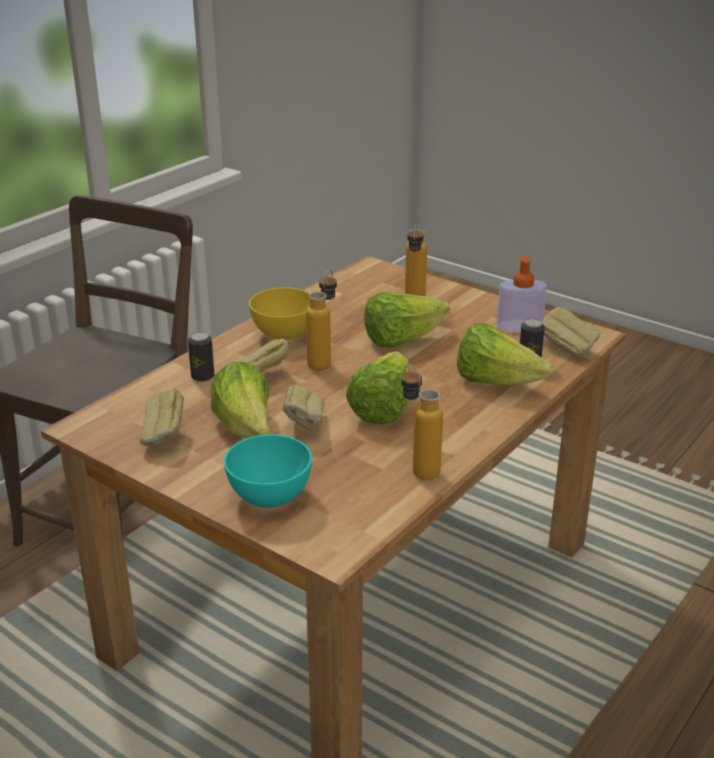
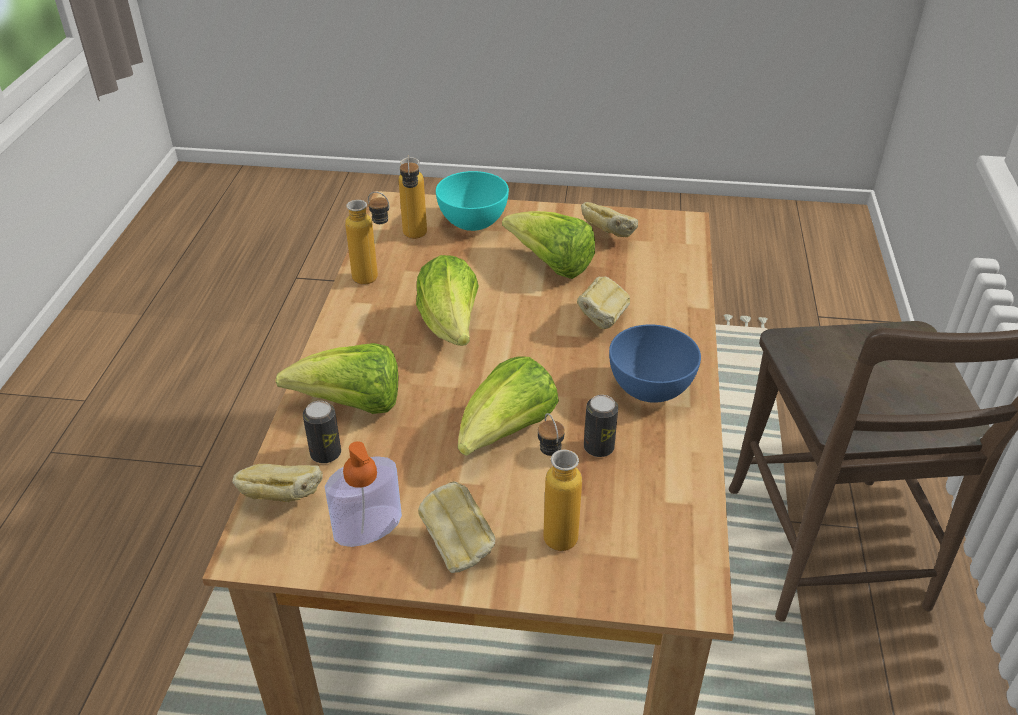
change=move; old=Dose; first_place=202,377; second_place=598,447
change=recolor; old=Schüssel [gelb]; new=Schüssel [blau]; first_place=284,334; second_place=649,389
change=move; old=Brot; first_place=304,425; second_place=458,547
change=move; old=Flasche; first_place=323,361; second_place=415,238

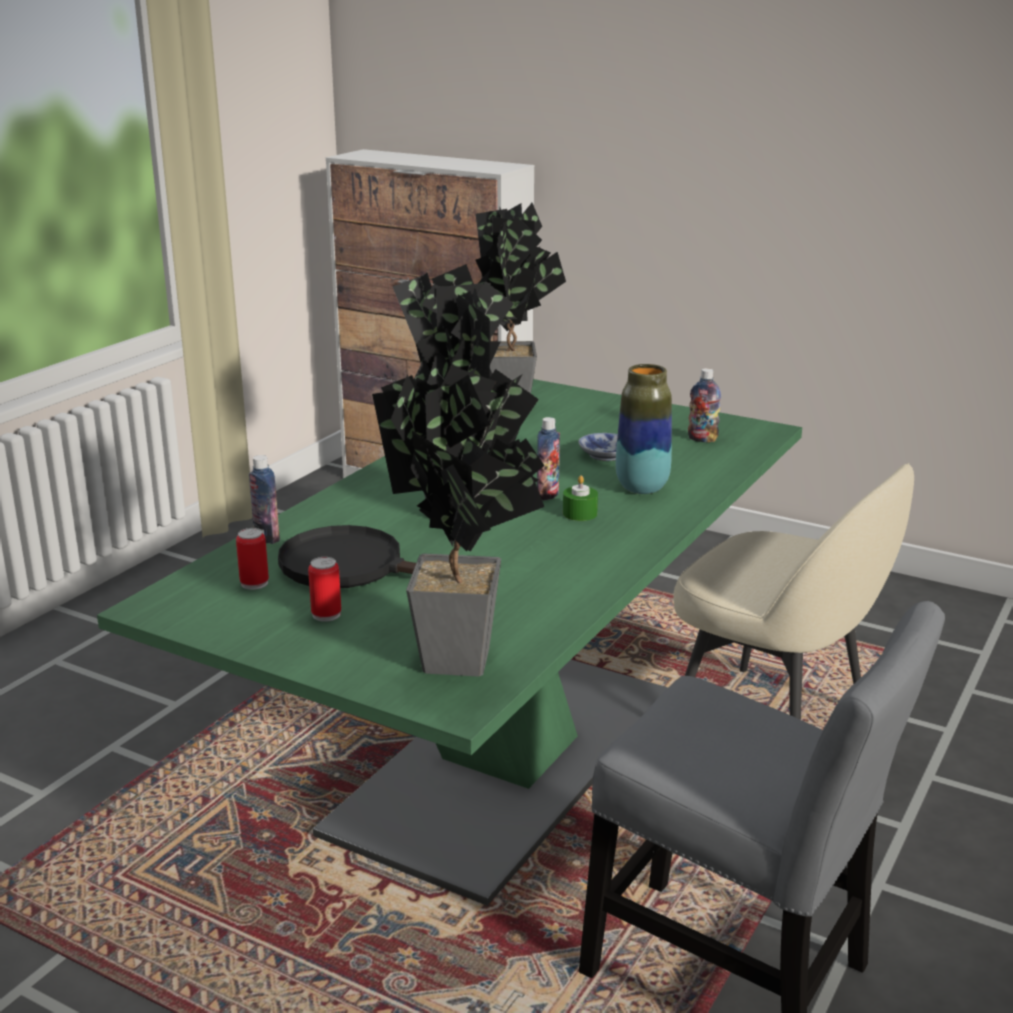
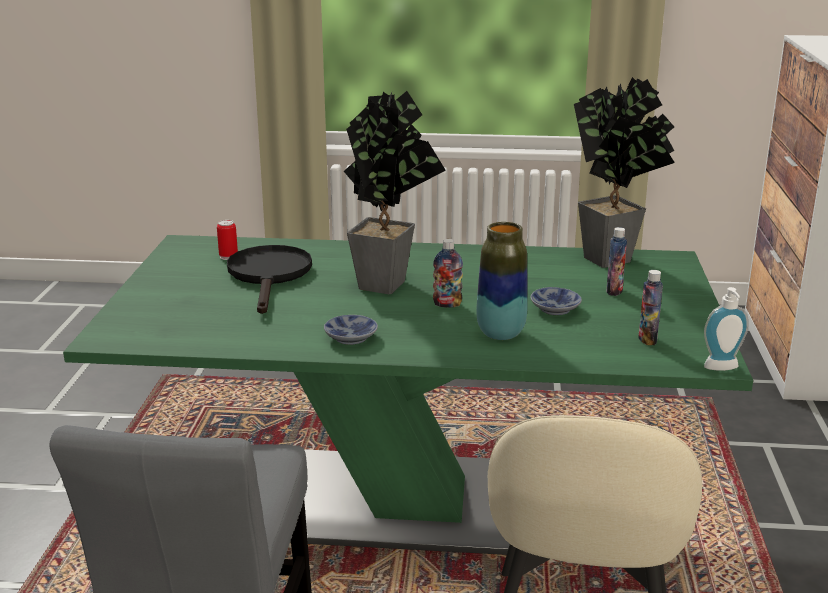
change=move; old=Flasche; first_place=266,538; second_place=614,291
change=delete; old=Dose; first_place=326,614
change=delete; old=Topfpflanze; first_place=467,664
change=delete; old=Kerze [grün]; first_place=580,513
change=insert; new=Schüssel; second_place=351,339
change=insert; new=Seifenspender; second_place=722,368

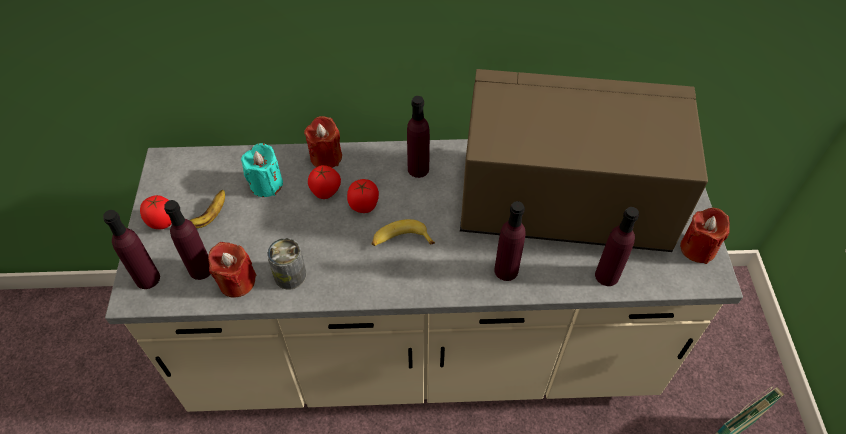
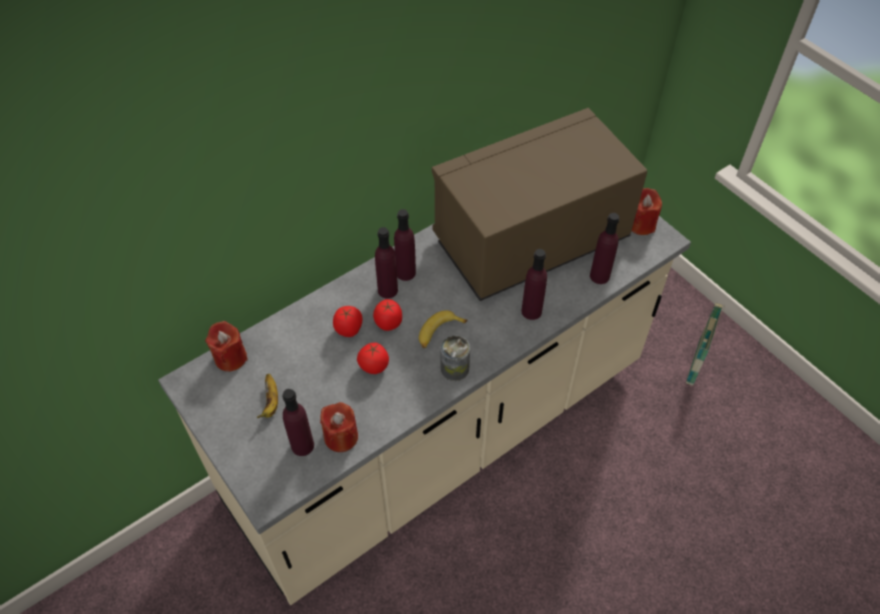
change=move; old=Flasche [lila]; first_place=147,278; second_place=387,290
change=move; old=Tomate; first_place=162,221; second_place=374,366
change=delete; old=Kerze [türkis]; first_place=266,184
change=move; old=Dose; first_place=290,275; second_place=454,368
change=move; old=Kerze [rot]; first_place=326,157; second_place=230,358

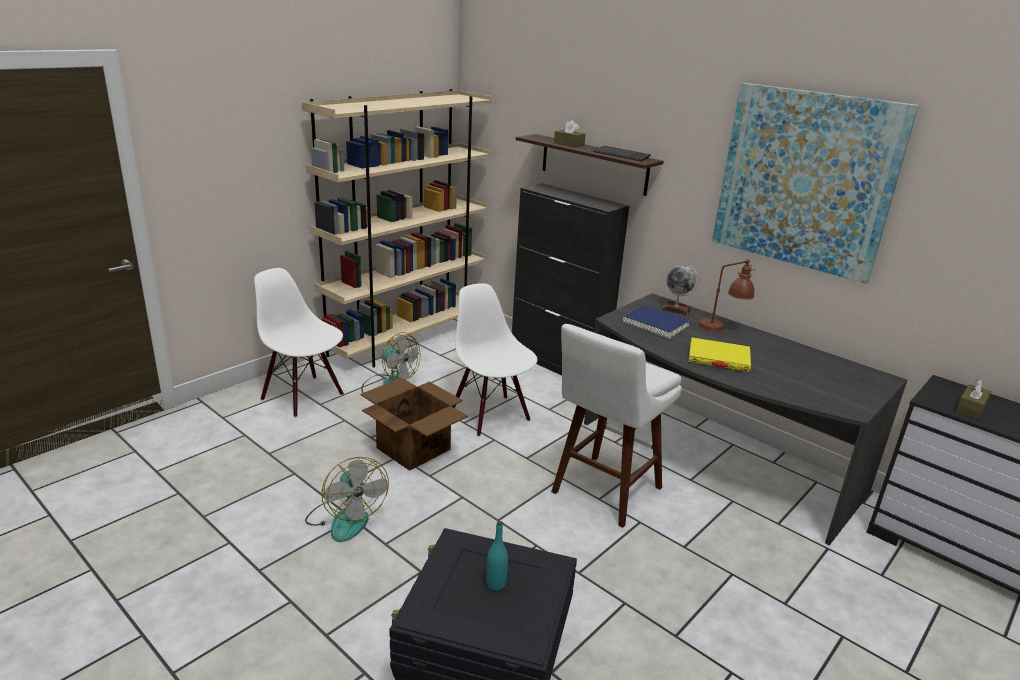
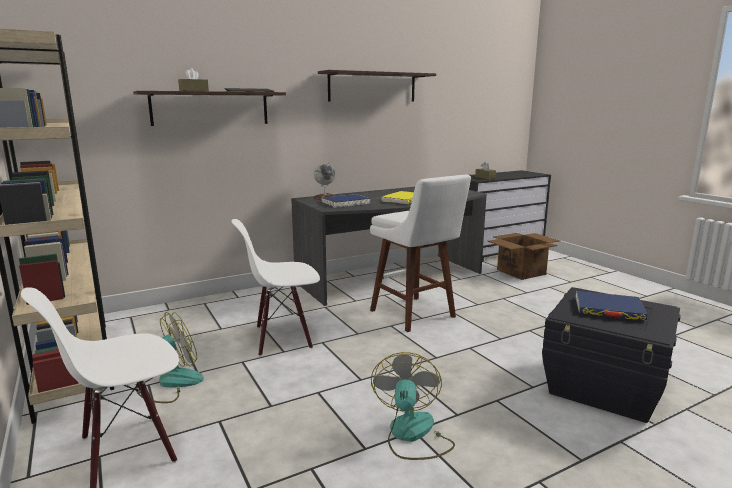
change=rotate; old=Ventilator; first_place=345,518; second_place=412,435; degrees=-75
change=move; old=Karton; first_place=413,448; second_place=520,272
change=replace; old=Flasche [türkis]; new=Buch [blau]; first_place=496,584; second_place=608,309
change=delete; old=Schrank [schwarz]; first_place=558,364
change=delete; old=Tischlampe [braun]; first_place=722,329
change=replace; old=Bild; new=Wandregal; first_place=805,180; second_place=372,87

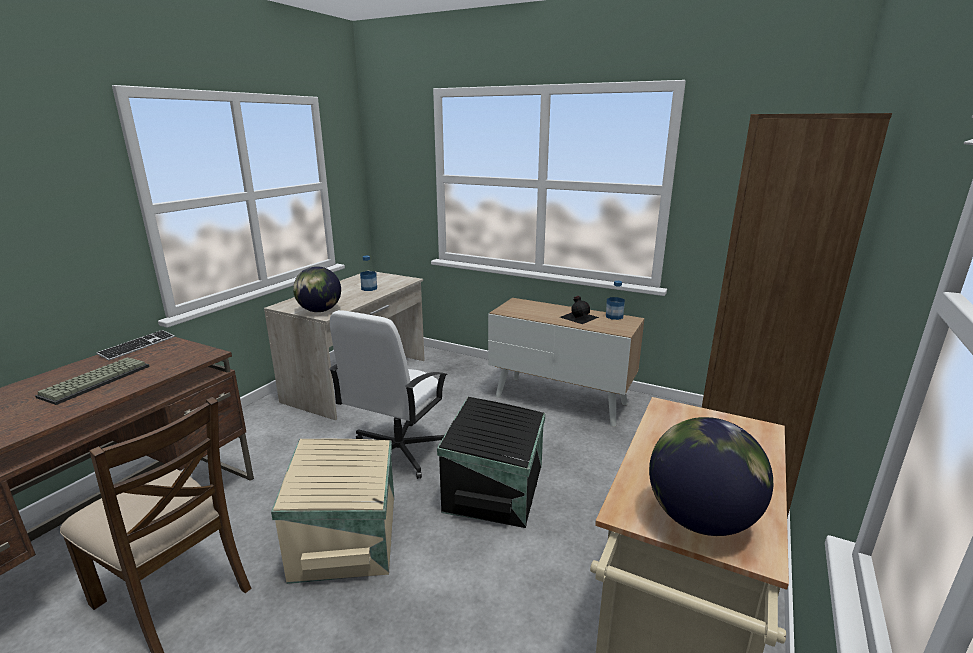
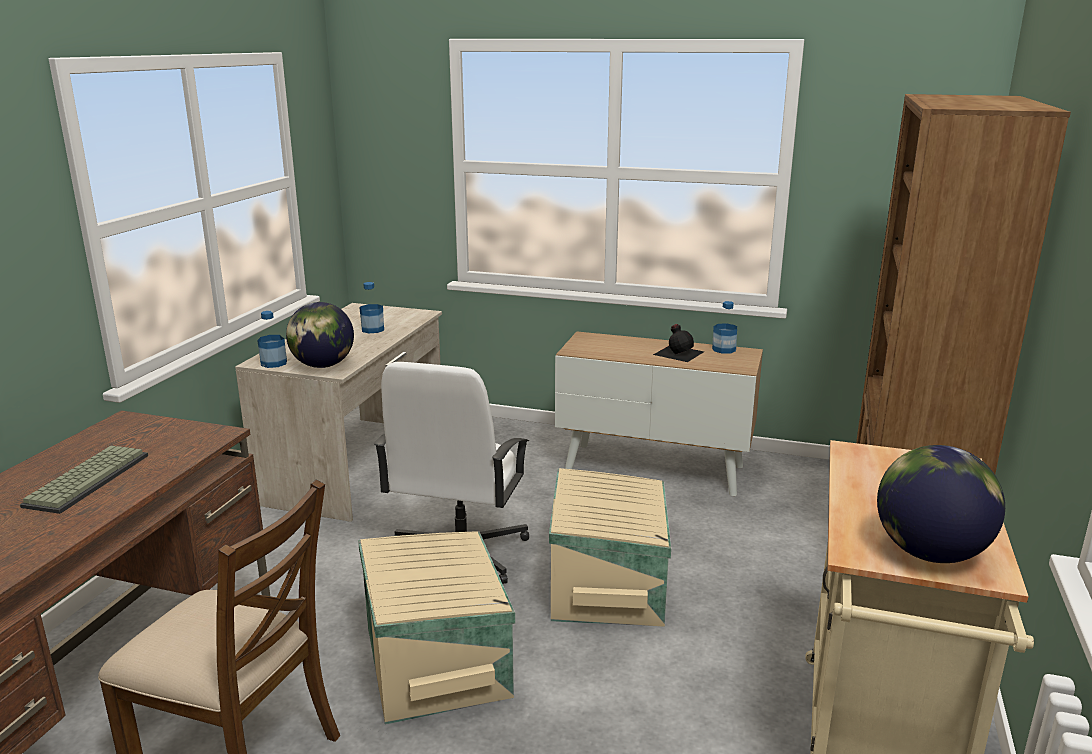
change=delete; old=Tastatur; first_place=137,346
change=recolor; old=Aufbewahrungsbox [schwarz]; new=Aufbewahrungsbox [beige]; first_place=496,487; second_place=610,584
change=insert; new=Flasche; second_place=274,363

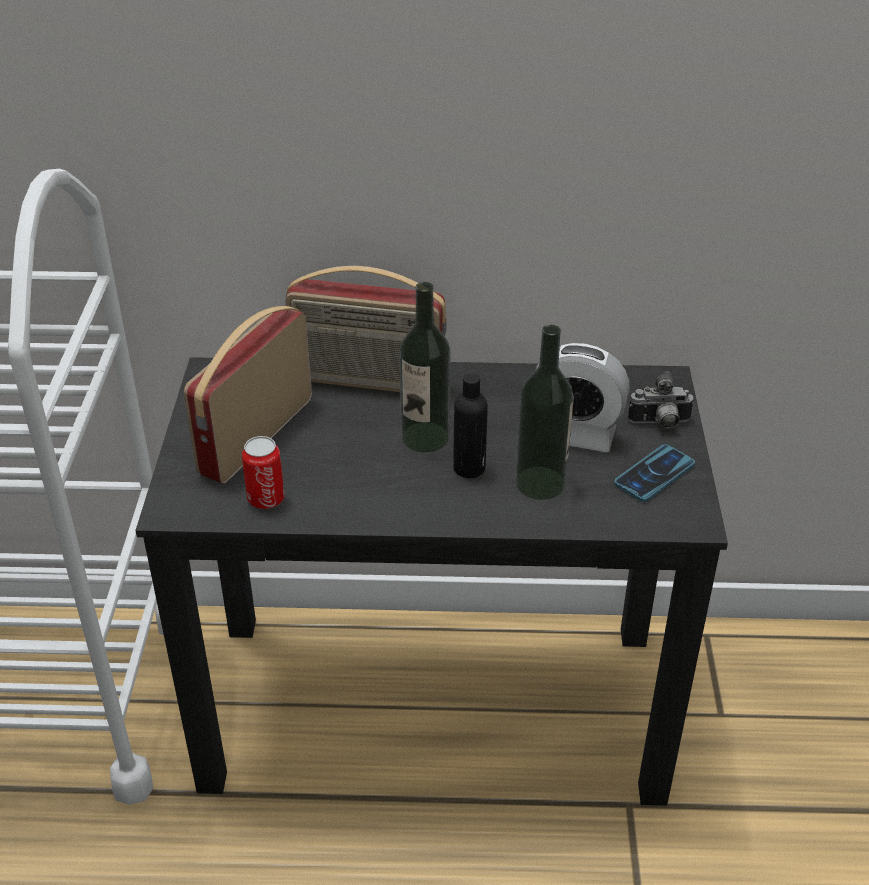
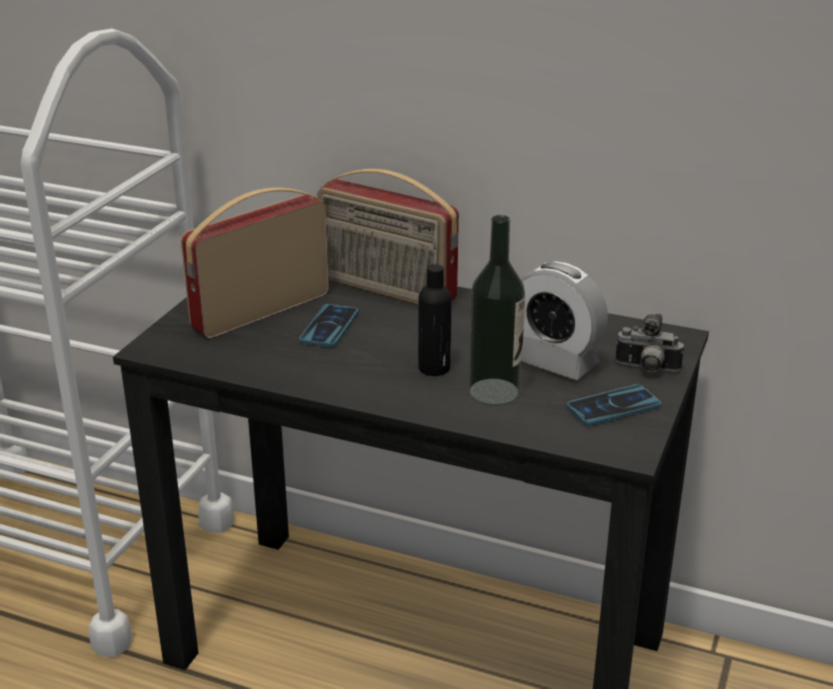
change=delete; old=Dose; first_place=266,499
change=delete; old=Flasche; first_place=425,437
change=insert; new=Handy; second_place=329,327

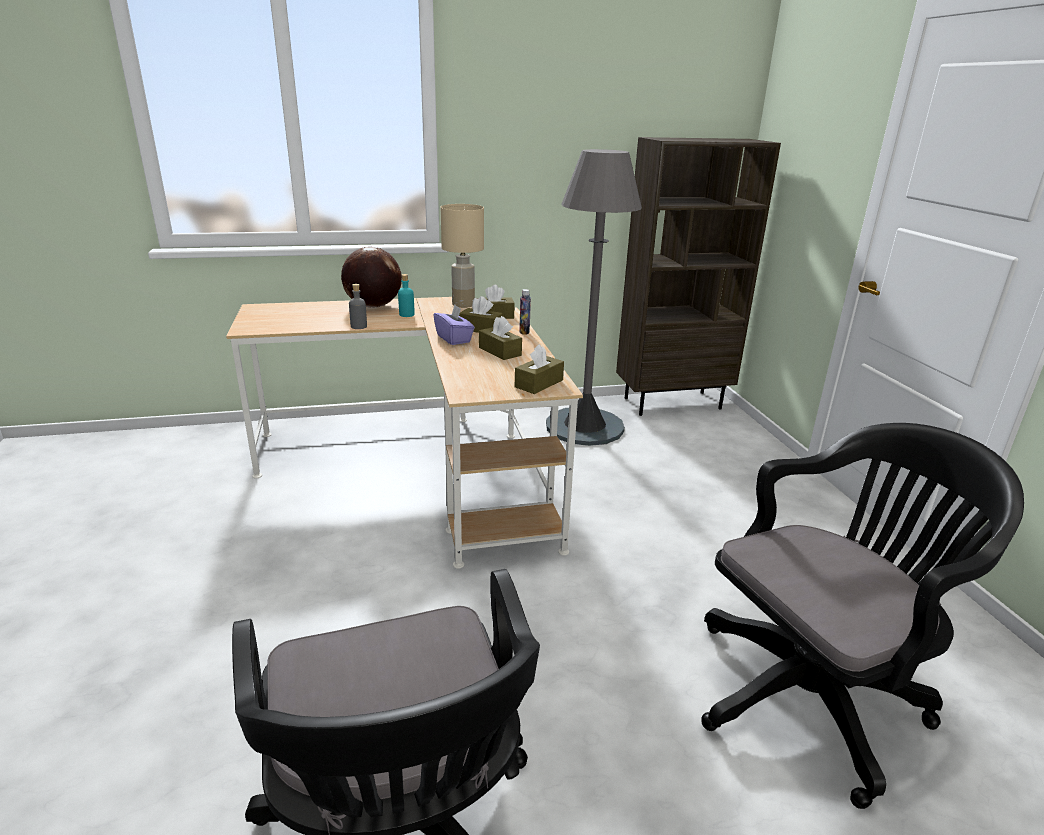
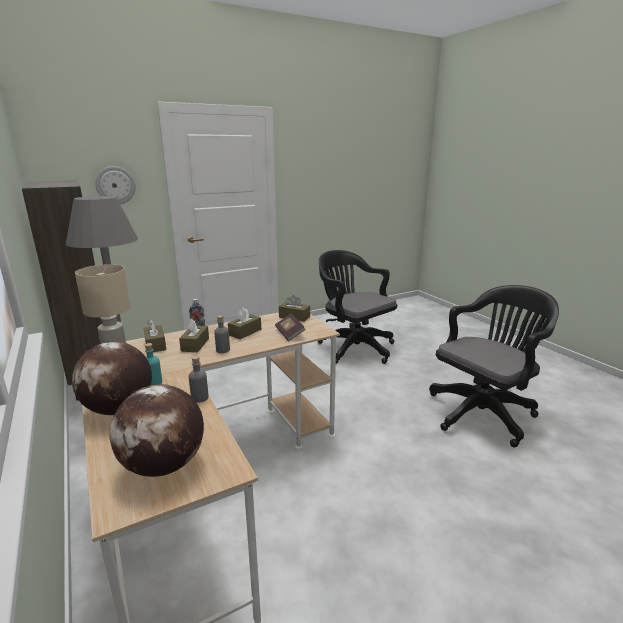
change=replace; old=Taschentuchbox [lila]; new=Flasche [grau]; first_place=454,339; second_place=223,350
change=insert; new=Wanduhr; second_place=115,185
change=insert; new=Globus; second_place=164,465
change=insert; new=Buch; second_place=290,334

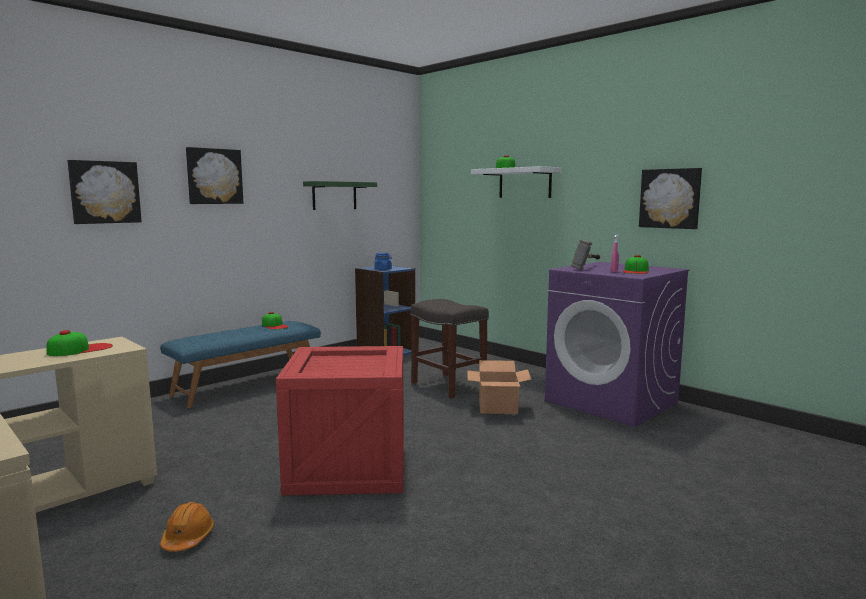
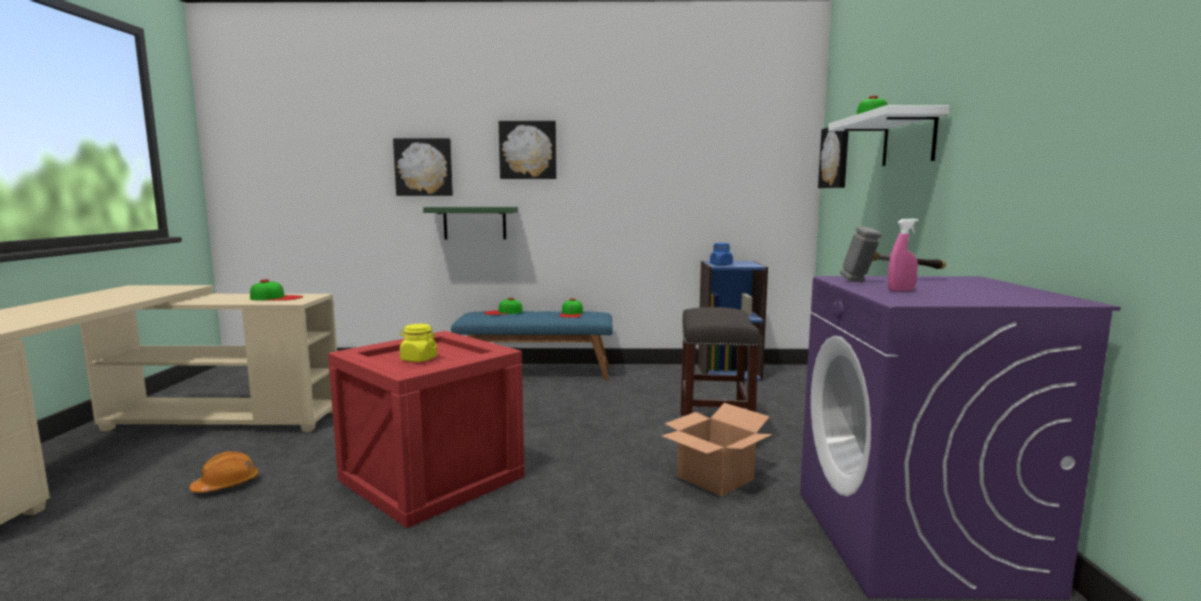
change=move; old=Wandregal [grün]; first_place=334,195; second_place=474,223
change=move; old=Kappe; first_place=636,271; second_place=503,312
change=move; old=Bild; first_place=670,198; second_place=836,157
change=insert; new=Vorratsglas [gelb]; second_place=418,359

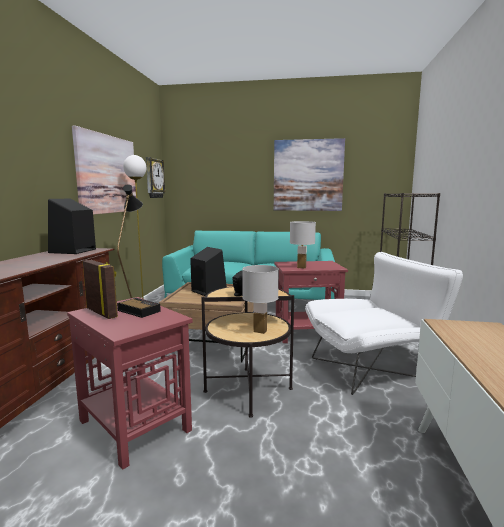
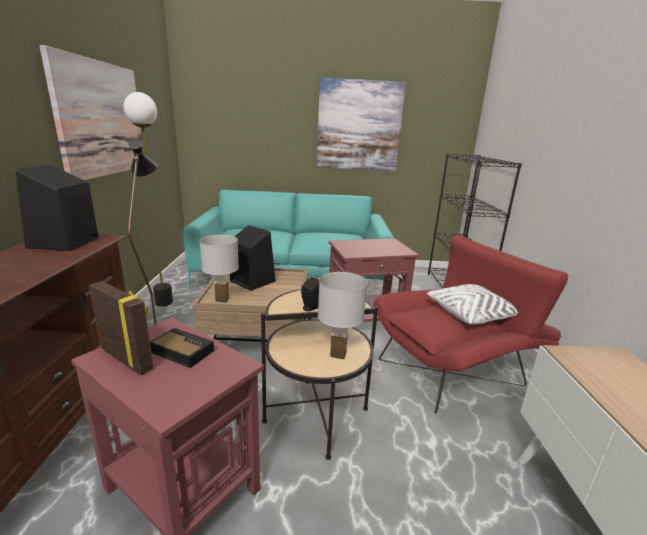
change=delete; old=Wanduhr; first_place=154,178
change=move; old=Tischlampe [weiß]; first_place=301,267; second_place=221,300
change=recolor; old=Sessel [weiß]; new=Sessel [rot]; first_place=381,366; second_place=455,368
change=insert; new=Kissen [weiß]; second_place=471,314

